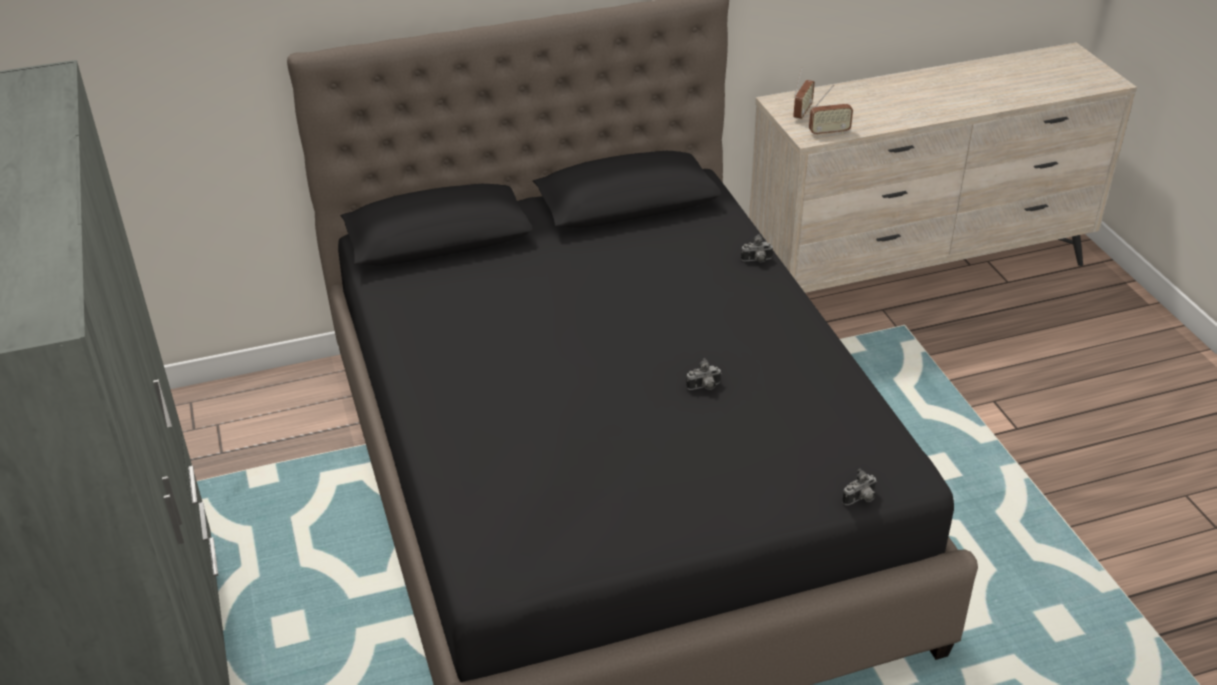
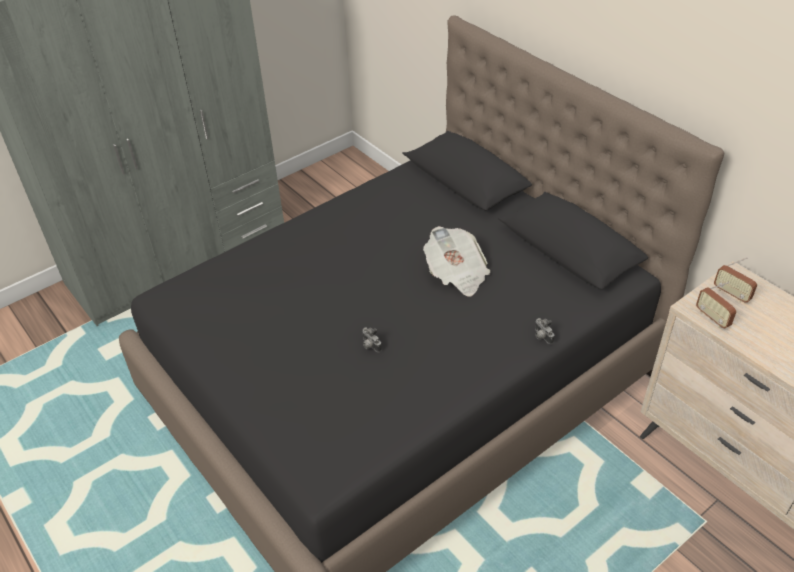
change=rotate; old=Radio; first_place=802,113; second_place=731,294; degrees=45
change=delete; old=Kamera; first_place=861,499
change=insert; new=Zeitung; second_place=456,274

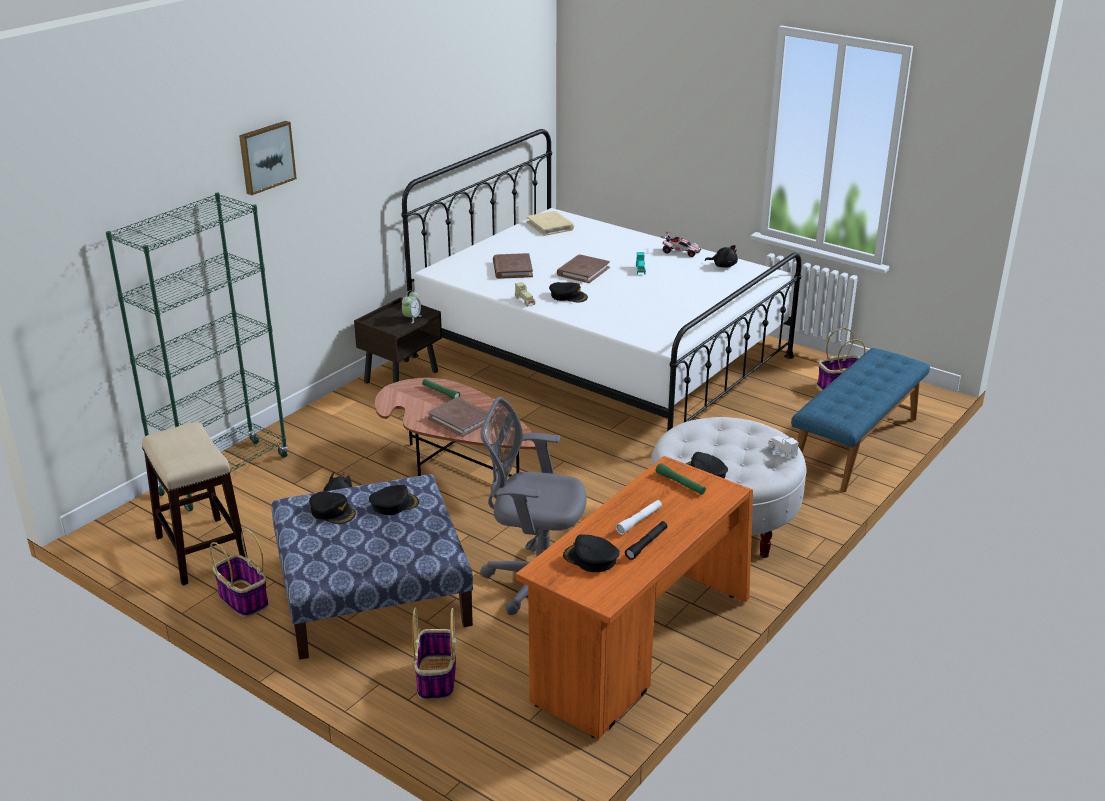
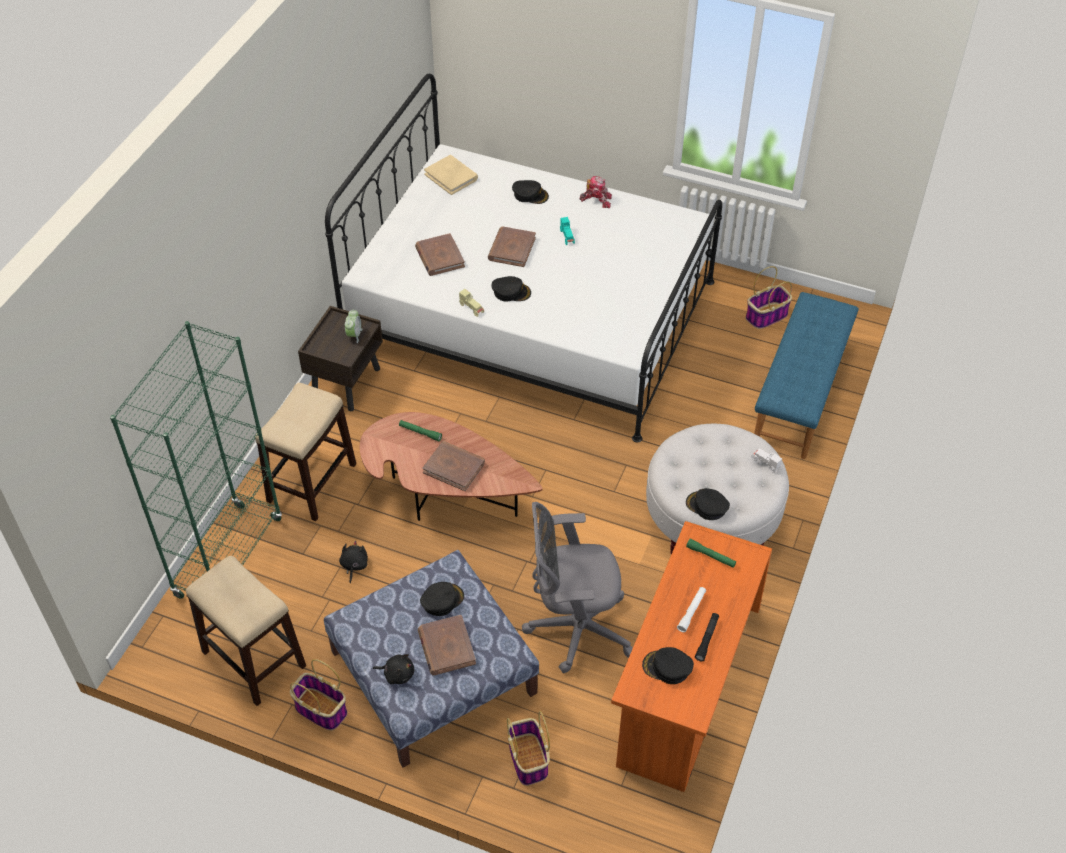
change=delete; old=Bild; first_place=266,157
change=move; old=Kappe [schwarz]; first_place=333,512; second_place=530,195
change=replace; old=Spielzeugauto; new=Spielzeugroboter; first_place=680,252; second_place=596,200
change=move; old=Plüschtier [schwarz]; first_place=723,265; second_place=397,674
change=insert; new=Hocker; second_place=312,482
change=insert; new=Buch [braun]; second_place=446,647

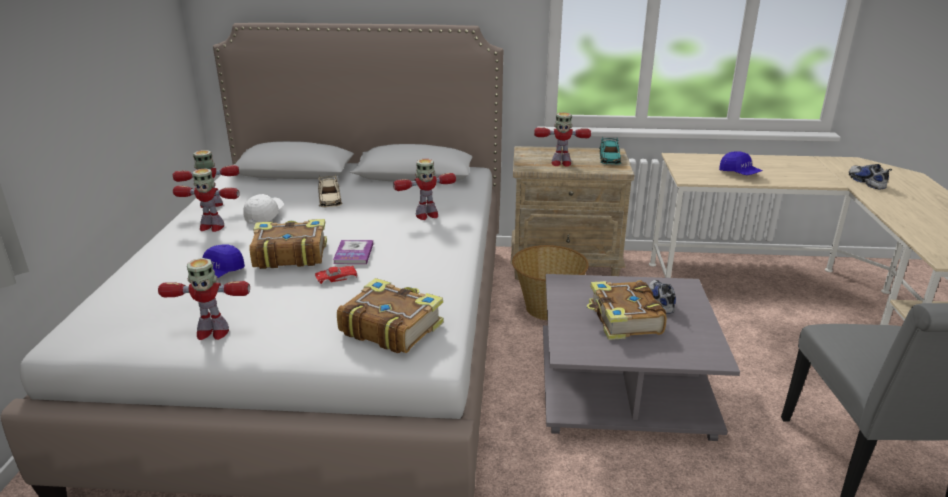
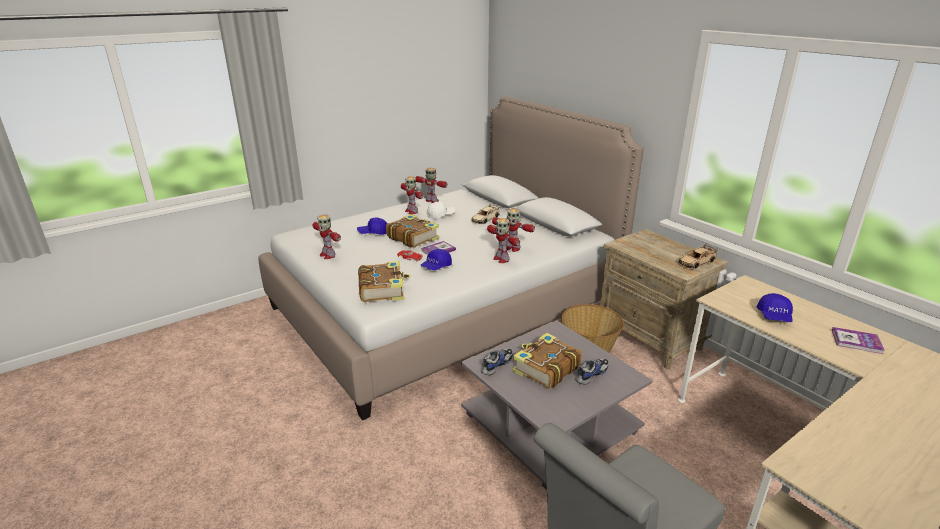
change=move; old=Spielzeugroboter; first_place=560,163; second_place=501,259
change=recolor; old=Spielzeugauto [türkis]; new=Spielzeugauto [beige]; first_place=609,158; second_place=696,262
change=move; old=Schuh; first_place=866,182; second_place=496,365
change=insert; new=Kappe [blau]; second_place=436,267
change=insert; new=Buch; second_place=856,341

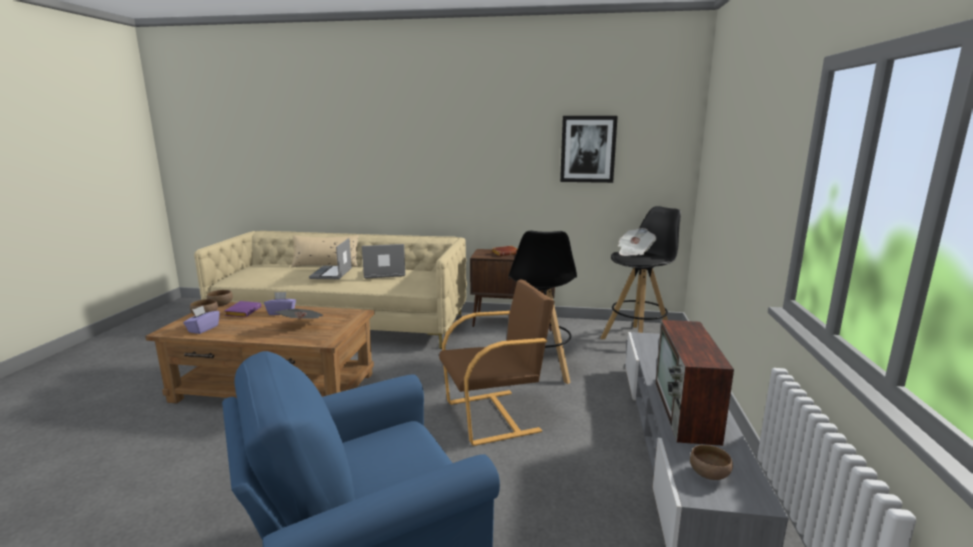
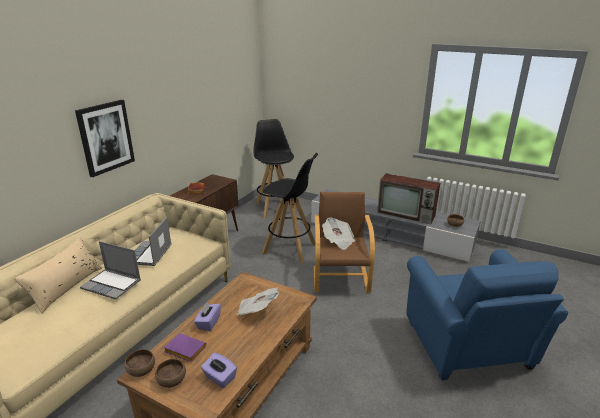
change=move; old=Bild; first_place=588,149; second_place=106,137
change=move; old=Zeitung; first_place=634,252; second_place=338,241

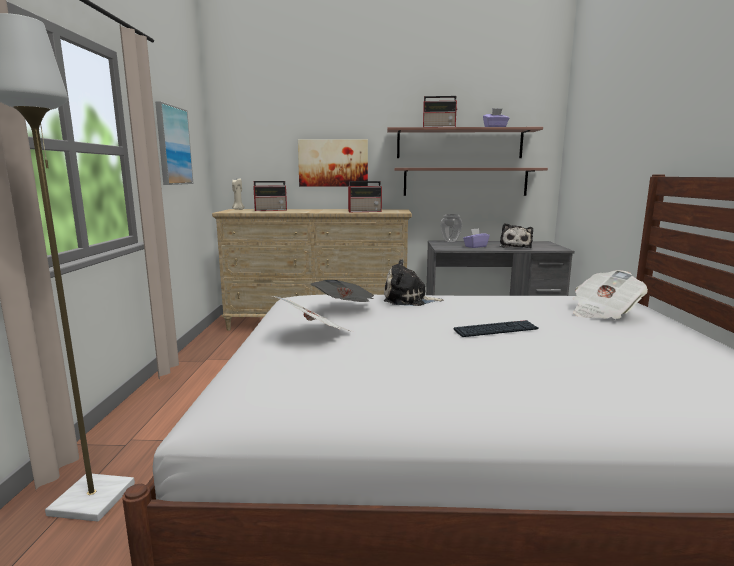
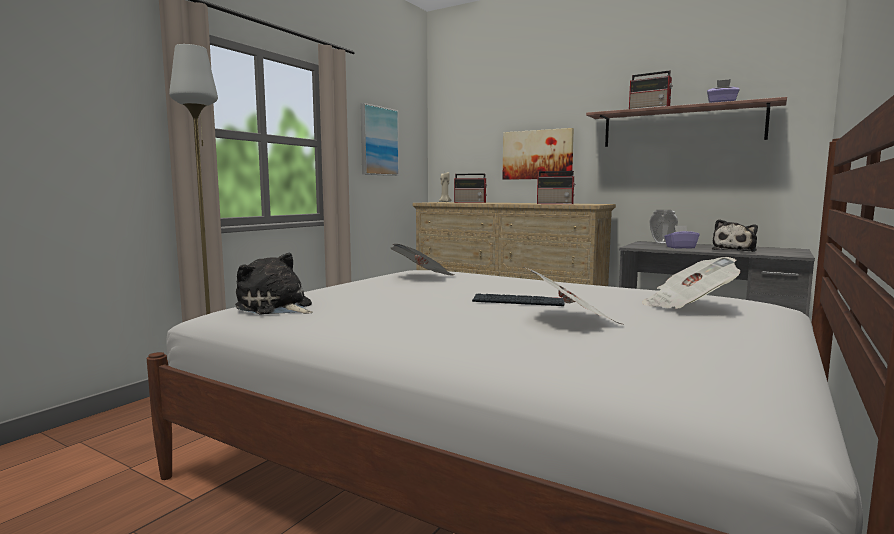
change=move; old=Zeitung; first_place=314,334; second_place=572,321
change=move; old=Plüschtier; first_place=408,300; second_place=276,307
change=delete; old=Wandregal; first_place=465,182

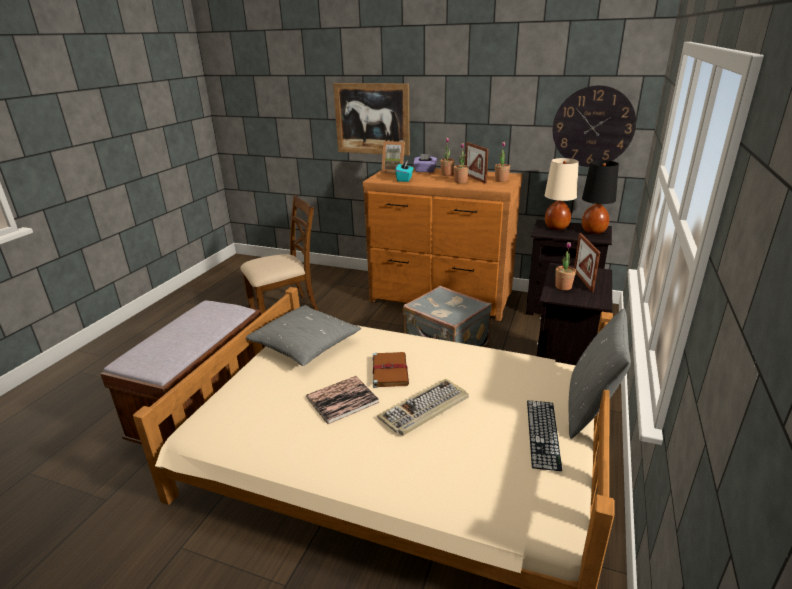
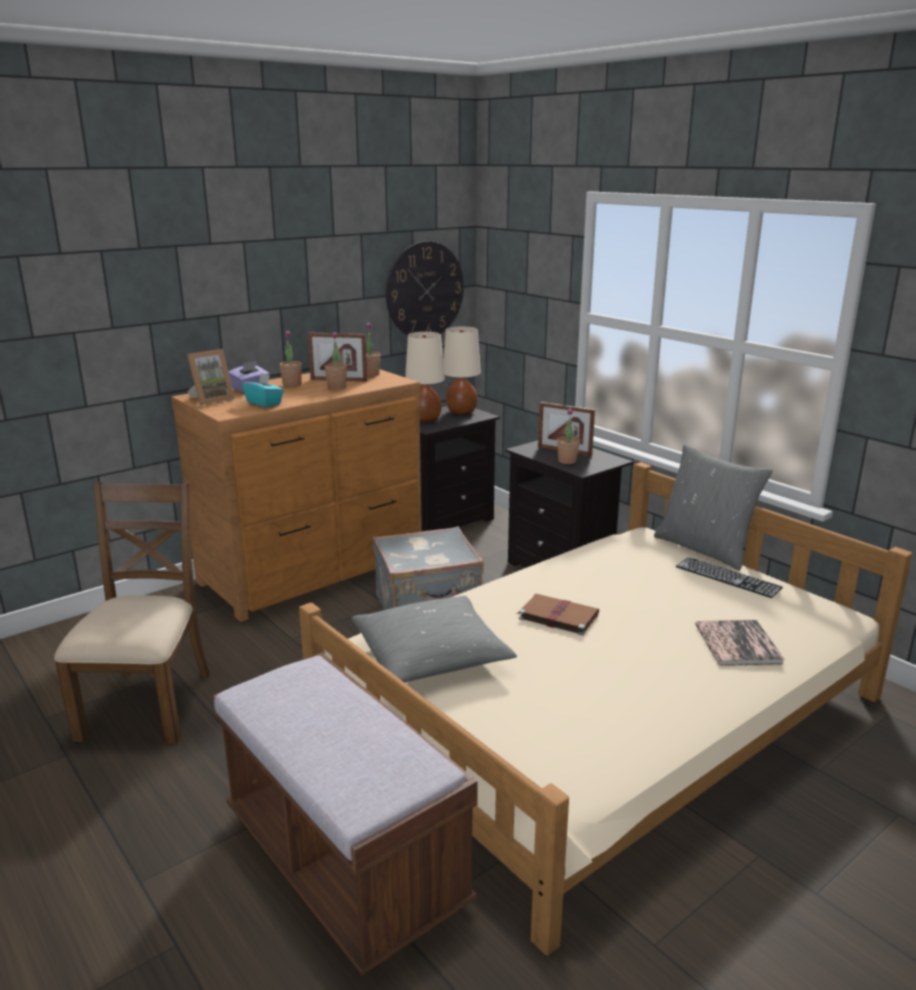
change=move; old=Buch; first_place=342,400; second_place=737,644
change=delete; old=Bild; first_place=372,119
change=delete; old=Tastatur; first_place=424,409
change=recolor; old=Tischlampe [schwarz]; new=Tischlampe [beige]; first_place=594,231; second_place=462,412

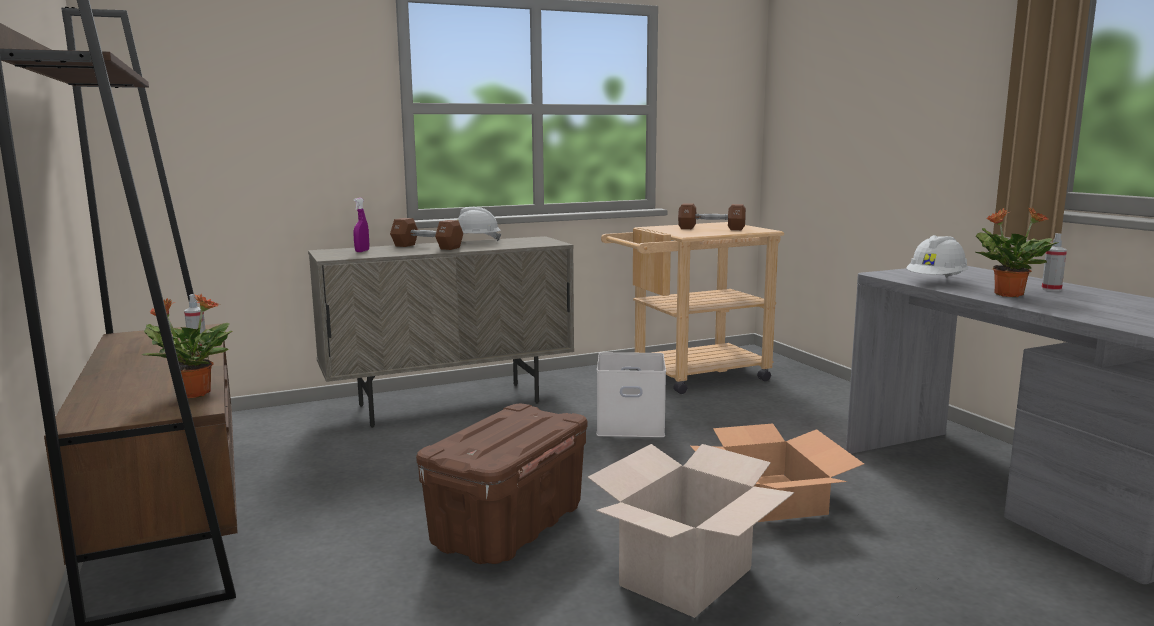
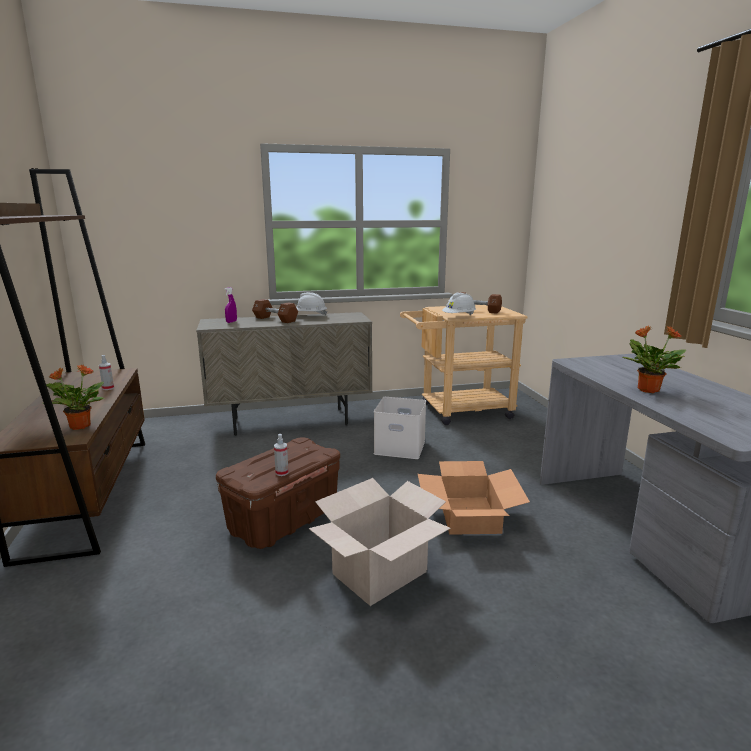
change=move; old=Schutzhelm [weiß]; first_place=936,282; second_place=459,317
change=move; old=Sprühflasche; first_place=1051,289; second_place=282,473

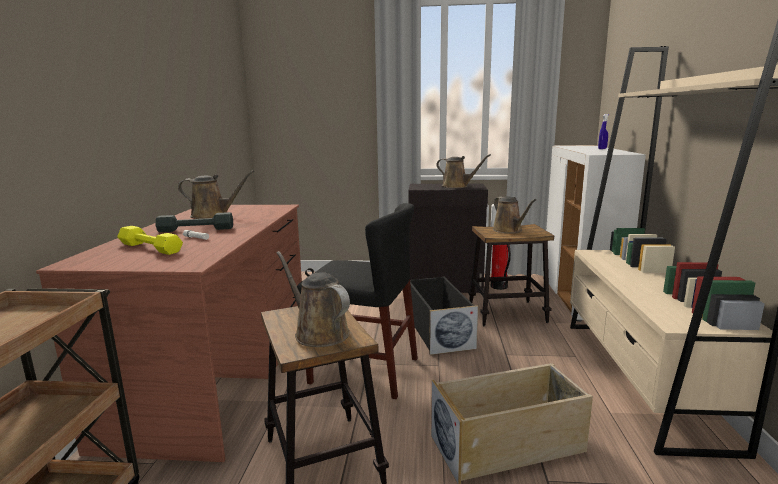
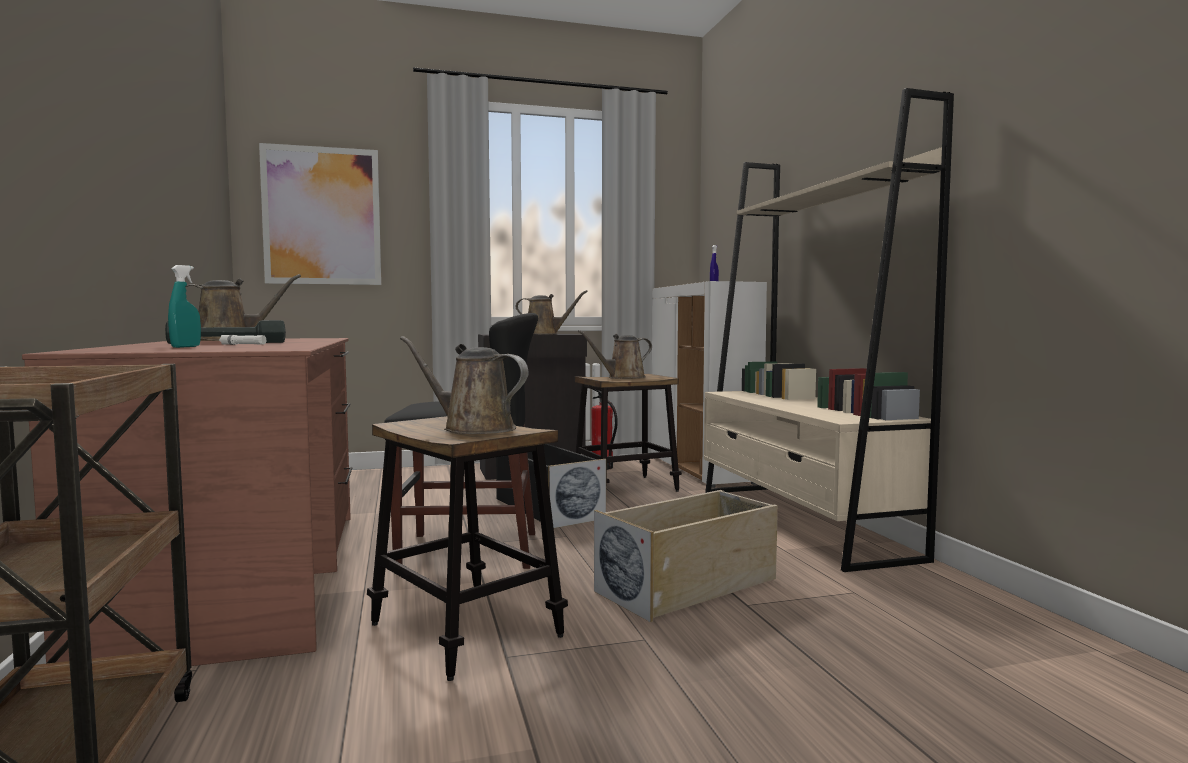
change=replace; old=Hantel [gelb]; new=Sprühflasche [türkis]; first_place=150,248; second_place=186,347
change=rotate; old=Gießkanne [braun]; first_place=509,230; second_place=622,377; degrees=105
change=insert; new=Bild; second_place=322,216

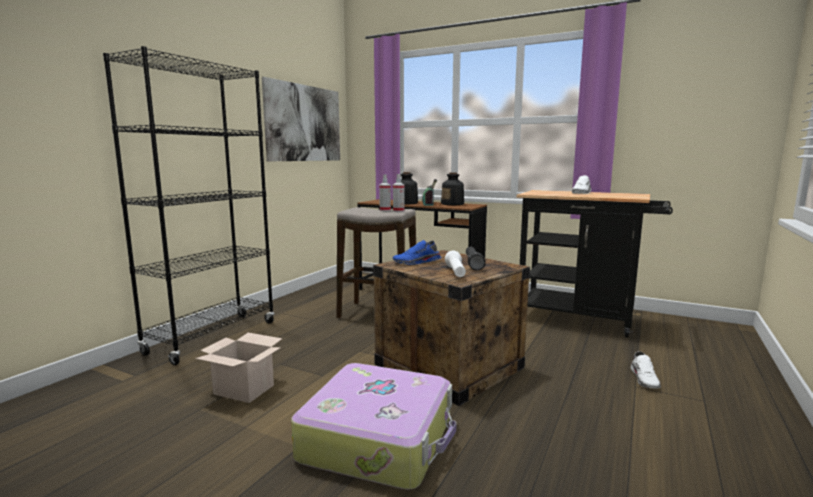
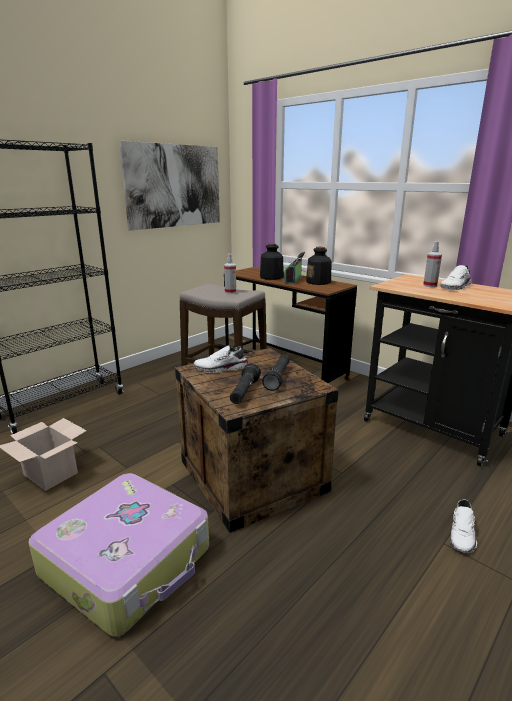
change=recolor; old=Schuh [blau]; new=Schuh [weiß]; first_place=417,262; second_place=221,369
change=move; old=Sprühflasche; first_place=398,211; second_place=430,285
change=recolor; old=Taschenlampe [weiß]; new=Taschenlampe [schwarz]; first_place=456,273; second_place=244,392

